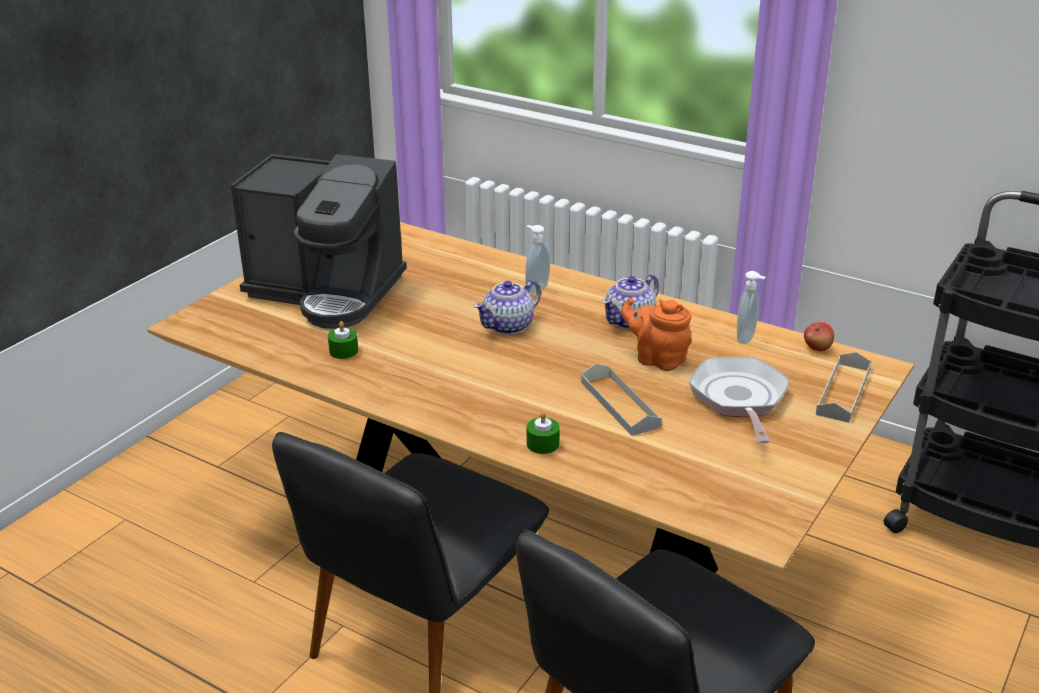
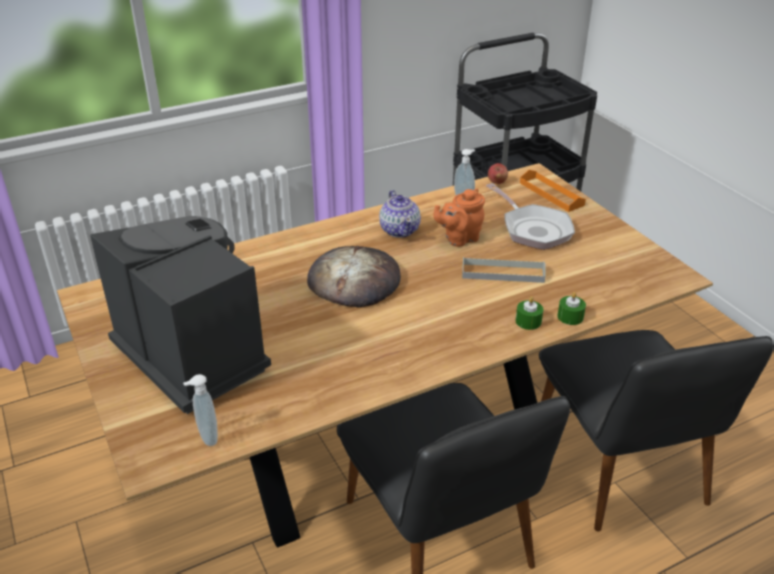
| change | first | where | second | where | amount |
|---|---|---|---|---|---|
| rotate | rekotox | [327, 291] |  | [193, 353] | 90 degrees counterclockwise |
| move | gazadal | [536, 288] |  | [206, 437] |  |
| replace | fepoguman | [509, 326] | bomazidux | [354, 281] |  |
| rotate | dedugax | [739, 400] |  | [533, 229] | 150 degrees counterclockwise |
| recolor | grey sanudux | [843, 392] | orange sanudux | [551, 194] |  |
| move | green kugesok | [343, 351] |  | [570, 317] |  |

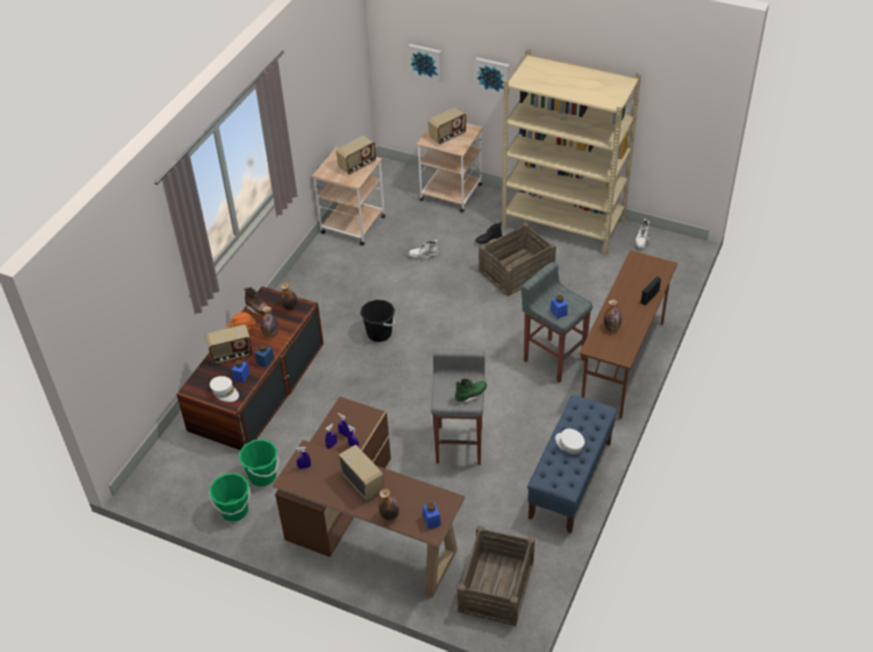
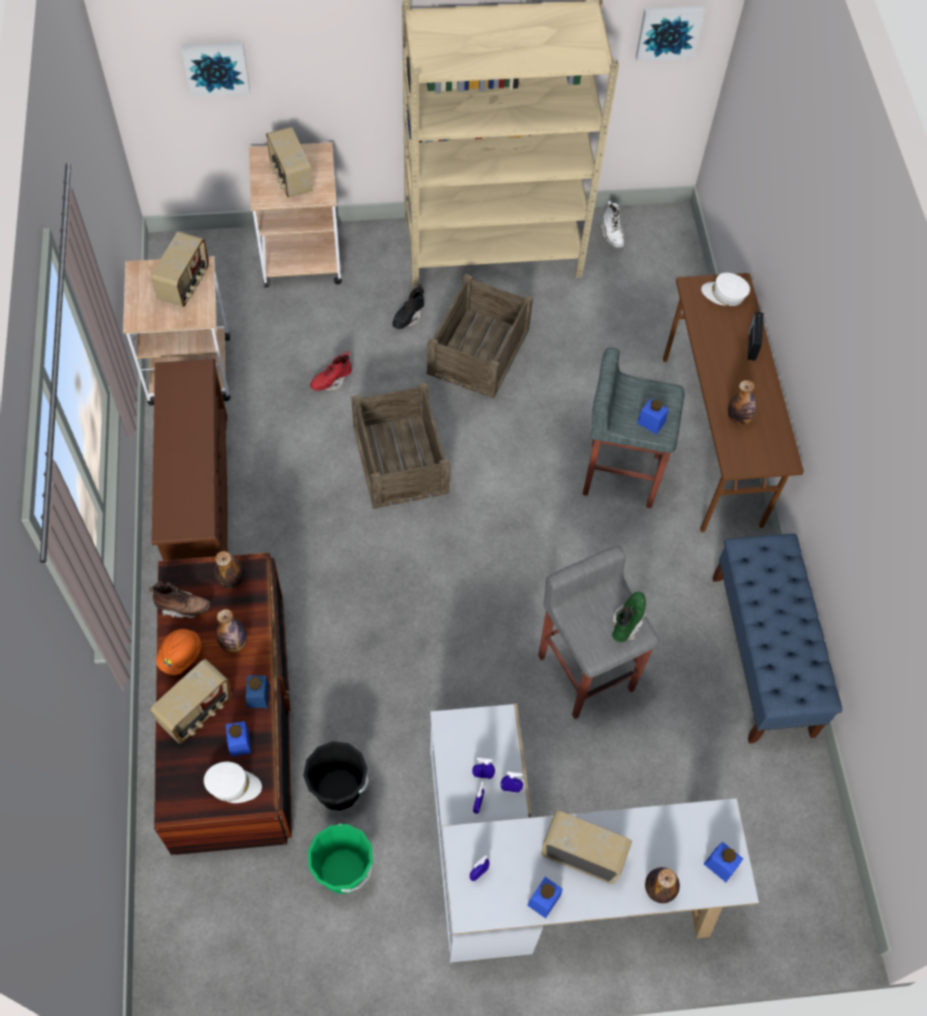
| change | first | where | second | where | amount |
|---|---|---|---|---|---|
| insert |  |  | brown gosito | [198, 496] |  |
| rotate | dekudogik | [448, 136] |  | [290, 178] | 135 degrees clockwise |
| move | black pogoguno | [379, 333] |  | [338, 789] |  |
| recolor | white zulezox | [423, 256] | red zulezox | [331, 381] |  |
| move | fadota | [497, 585] |  | [401, 458] |  |
| recolor | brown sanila | [367, 526] | white sanila | [548, 872] |  |
| insert |  |  | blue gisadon | [544, 900] |  |
| move | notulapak | [493, 75] |  | [668, 31] |  |
| move | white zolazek | [569, 444] |  | [724, 294] |  |
| delete | green pogoguno | [234, 510] |  |  |  |

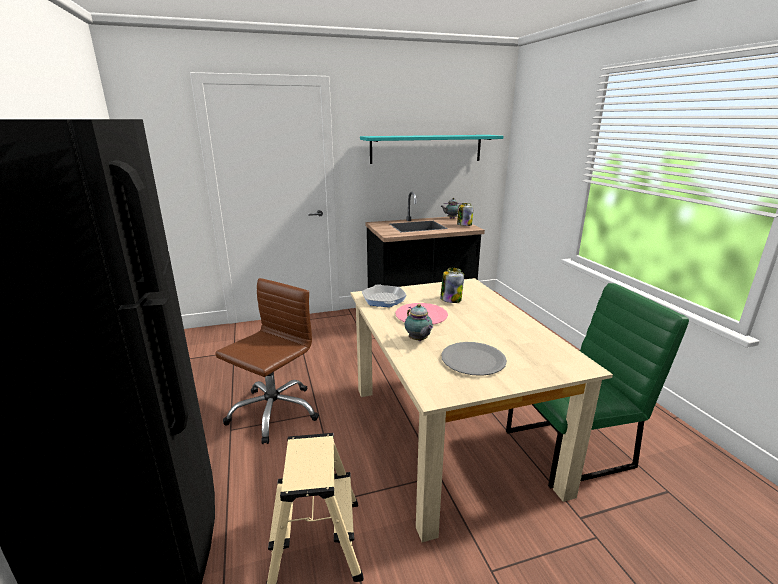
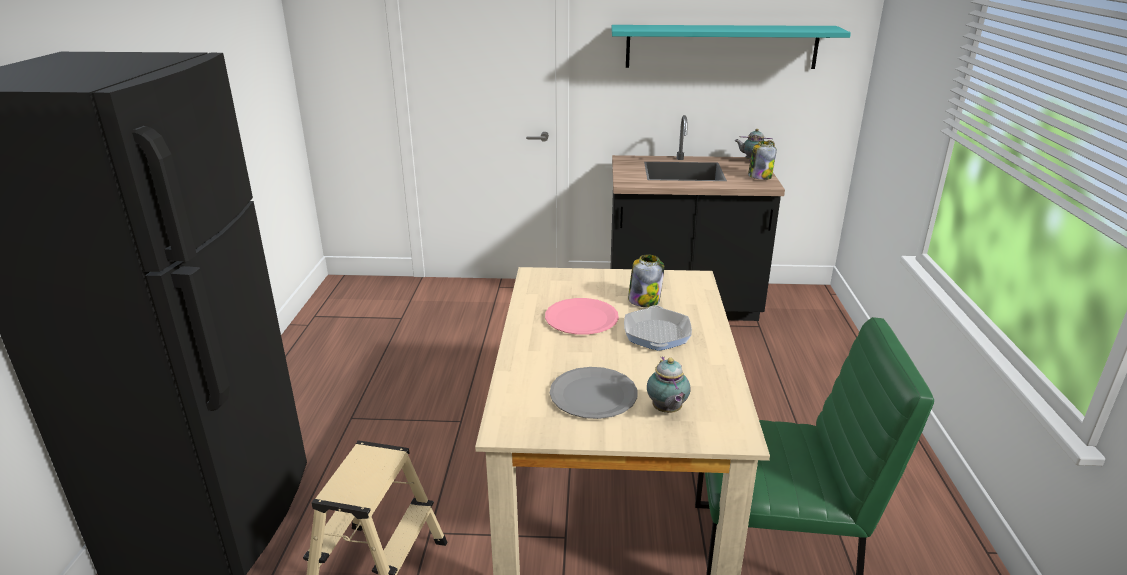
| change | first | where | second | where | amount |
|---|---|---|---|---|---|
| move | dedugax | [383, 299] |  | [656, 334] |  |
| move | fepoguman | [418, 340] |  | [666, 411] |  |
| delete | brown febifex | [273, 412] |  |  |  |

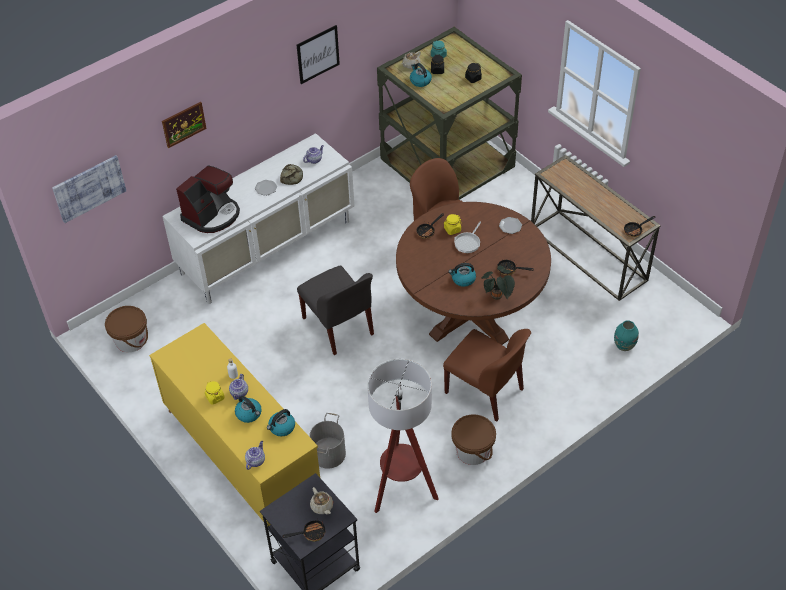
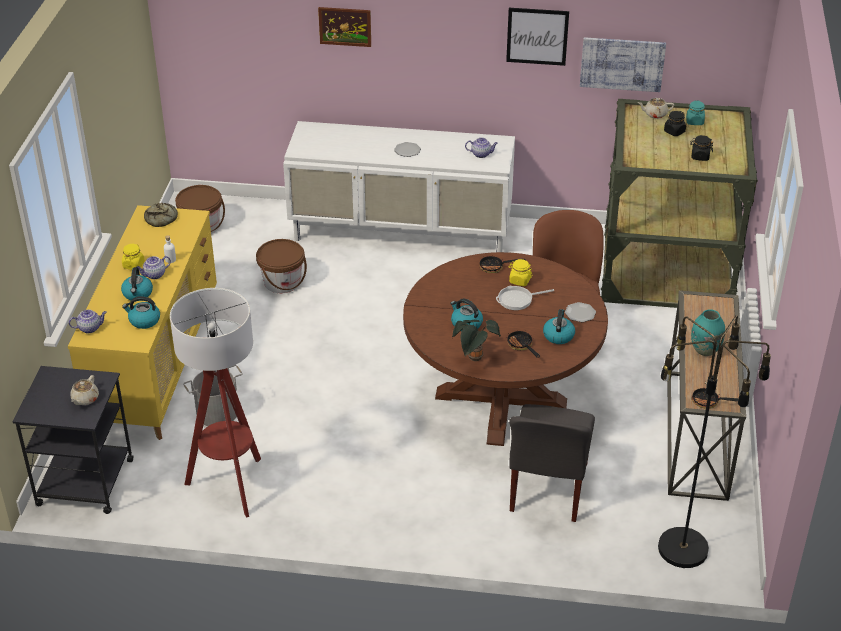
| change | first | where | second | where | amount |
|---|---|---|---|---|---|
| move | bomazidux | [292, 176] |  | [162, 219] |  |
| move | brown pogoguno | [473, 451] |  | [282, 282] |  |
| move | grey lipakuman | [339, 327] |  | [548, 489] |  |
| move | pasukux | [420, 81] |  | [558, 335] |  |
| move | notulapak | [89, 188] |  | [622, 63] |  |
| insert |  |  | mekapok | [683, 548] |  |
| move | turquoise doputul | [624, 346] |  | [704, 350] |  |
| delete | rekotox | [212, 215] |  |  |  |
| delete | dedugax | [310, 533] |  |  |  |
| delete | brown lipakuman | [485, 392] |  |  |  |

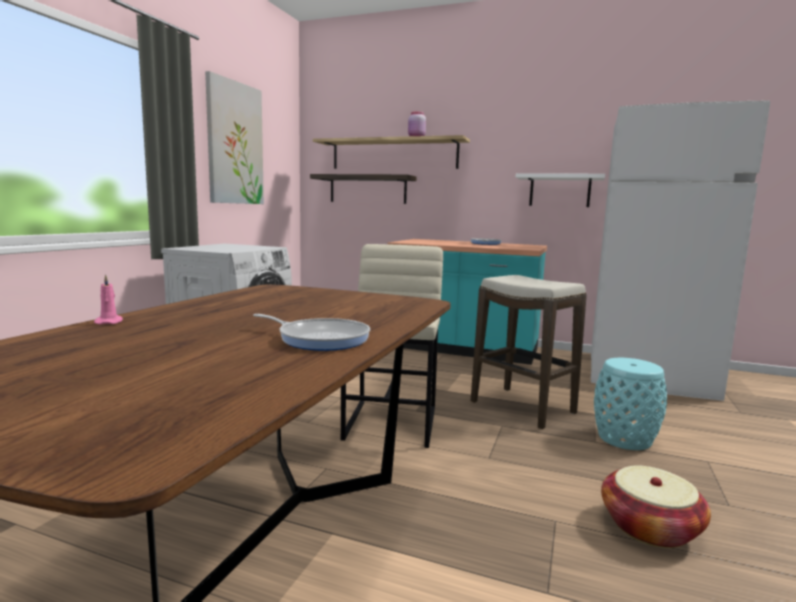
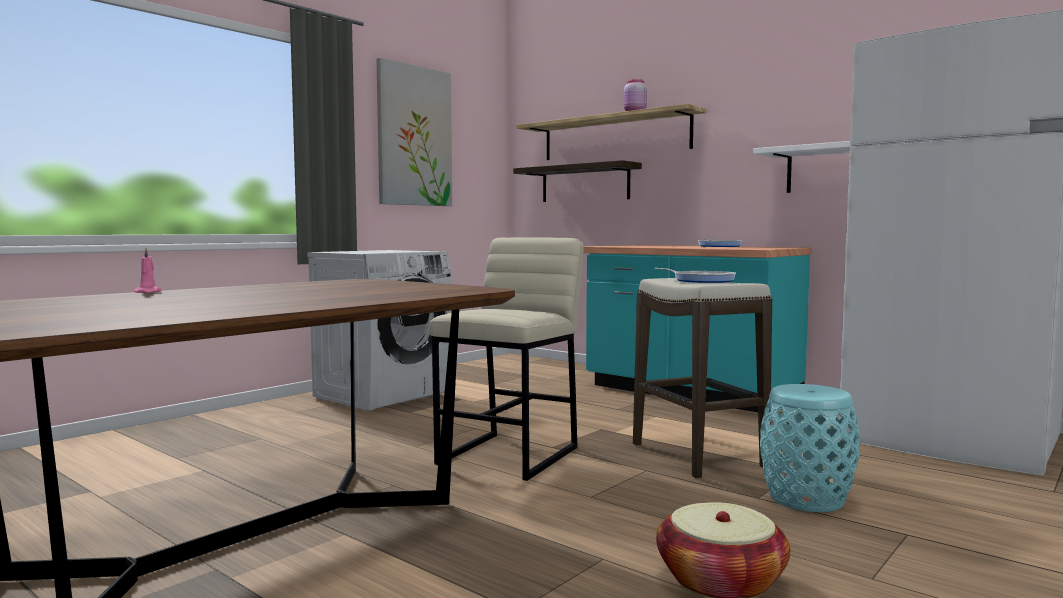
| change | first | where | second | where | amount |
|---|---|---|---|---|---|
| move | dedugax | [320, 339] |  | [701, 280] |  |

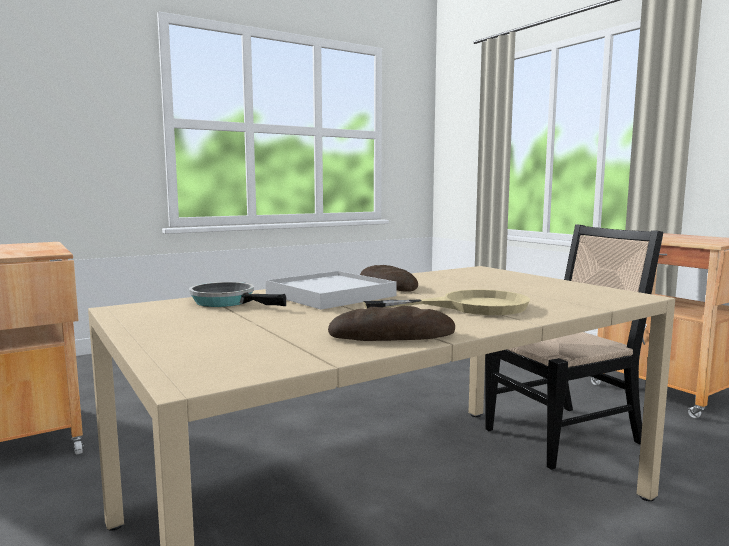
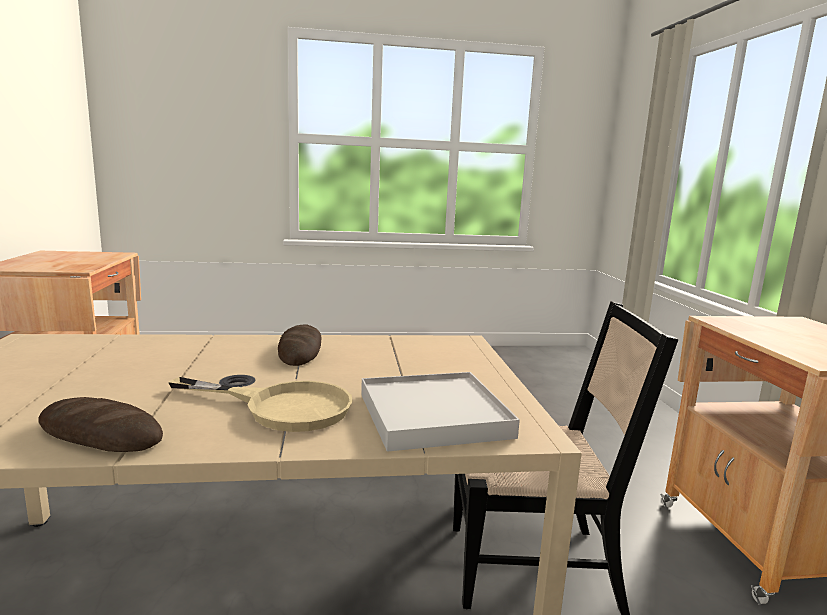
| change | first | where | second | where | amount |
|---|---|---|---|---|---|
| move | white sanudux | [331, 295] |  | [434, 415] |  |
| delete | dedugax | [227, 302] |  |  |  |

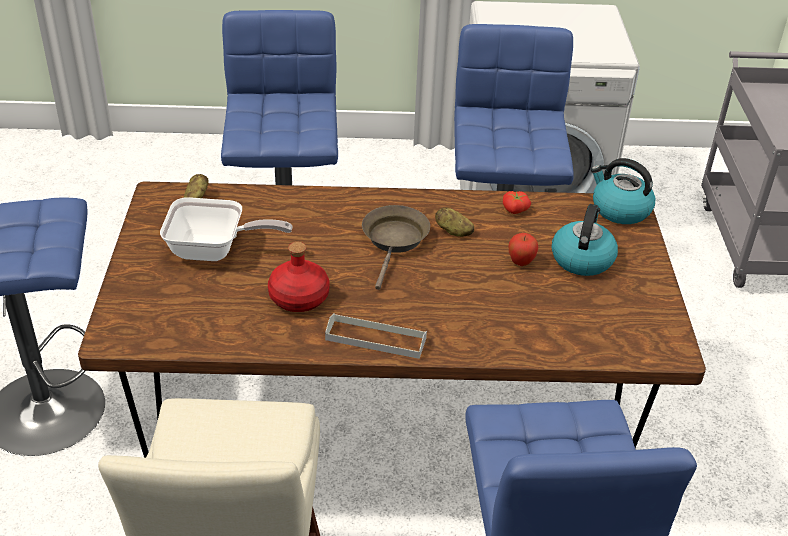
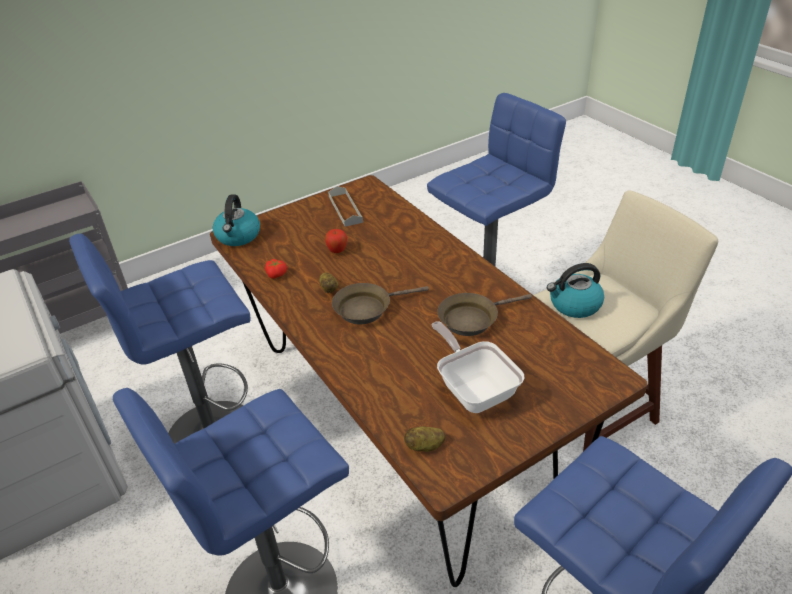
| change | first | where | second | where | amount |
|---|---|---|---|---|---|
| move | grey sanudux | [375, 339] |  | [345, 209] |  |
| replace | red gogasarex | [299, 297] | brown dedugax | [472, 319] |  |
| move | pasukux | [582, 258] |  | [574, 305] |  |

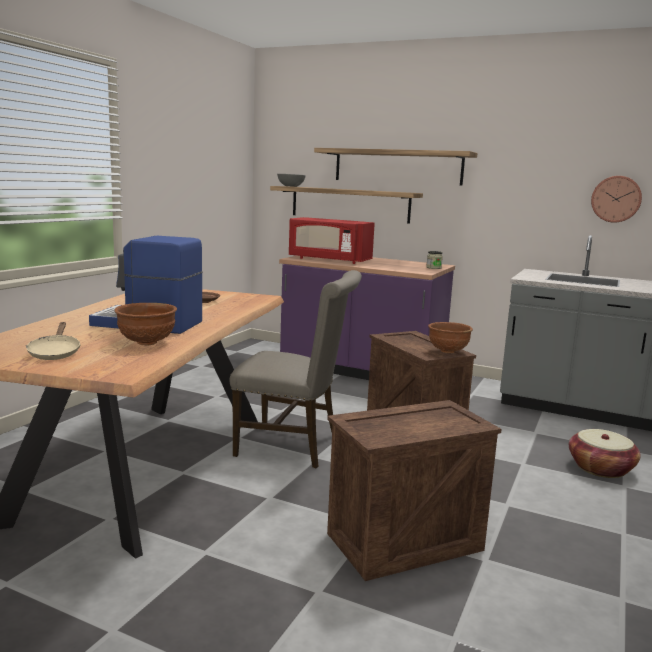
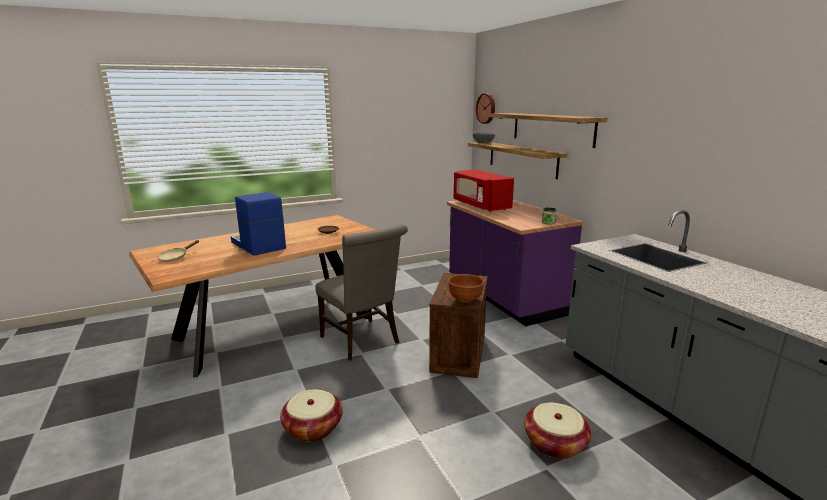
| change | first | where | second | where | amount |
|---|---|---|---|---|---|
| replace | fadota | [404, 541] | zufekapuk | [313, 428] |  |
| move | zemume | [616, 199] |  | [486, 108] |  |
| delete | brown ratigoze | [146, 343] |  |  |  |

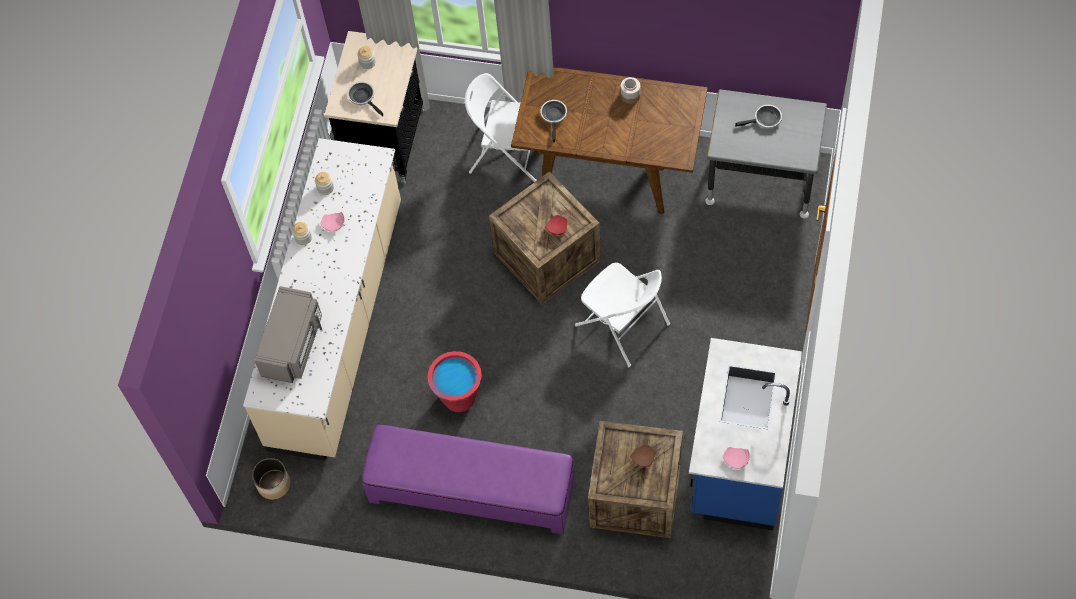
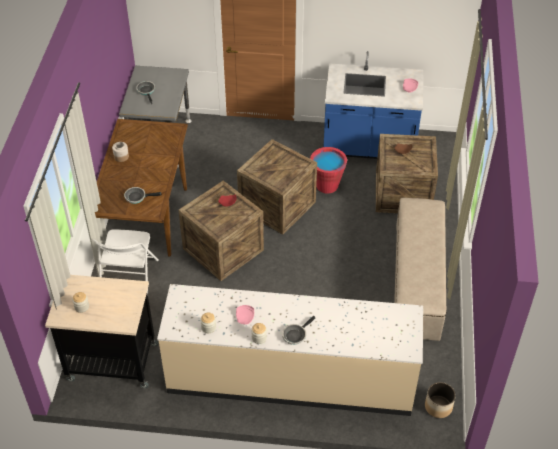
| change | first | where | second | where | amount |
|---|---|---|---|---|---|
| replace | white lipakuman | [622, 325] | fadota | [277, 205] |  |
| move | dedugax | [363, 97] |  | [295, 335] |  |
| move | red pogoguno | [459, 397] |  | [327, 185] |  |
| recolor | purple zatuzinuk | [470, 490] | beige zatuzinuk | [417, 280] |  |
| delete | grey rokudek | [293, 344] |  |  |  |

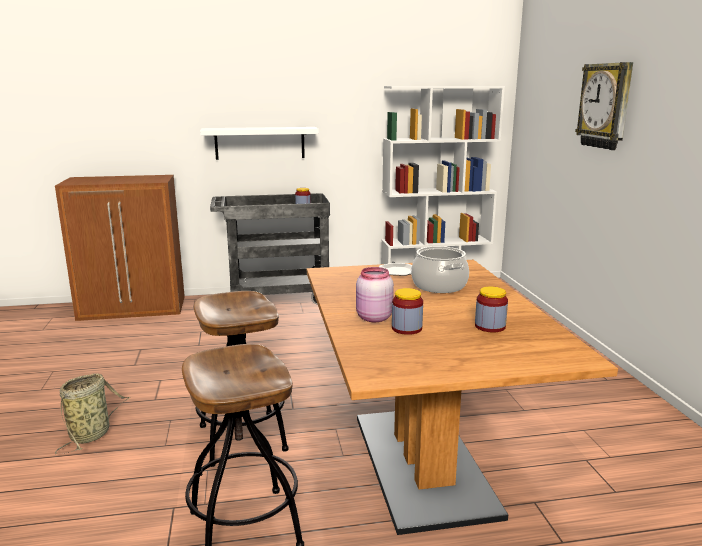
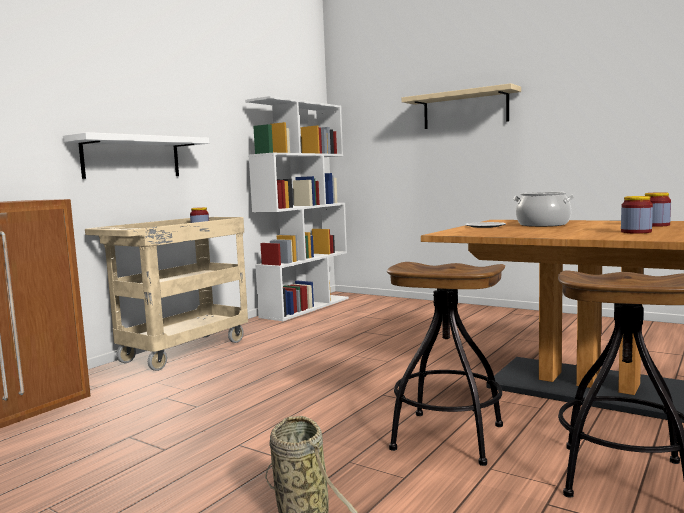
| change | first | where | second | where | amount |
|---|---|---|---|---|---|
| recolor | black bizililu | [274, 300] | beige bizililu | [180, 353] |  |
| replace | zemume | [605, 106] | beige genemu | [465, 109] |  |
| delete | pink gisadon | [373, 318] |  |  |  |

